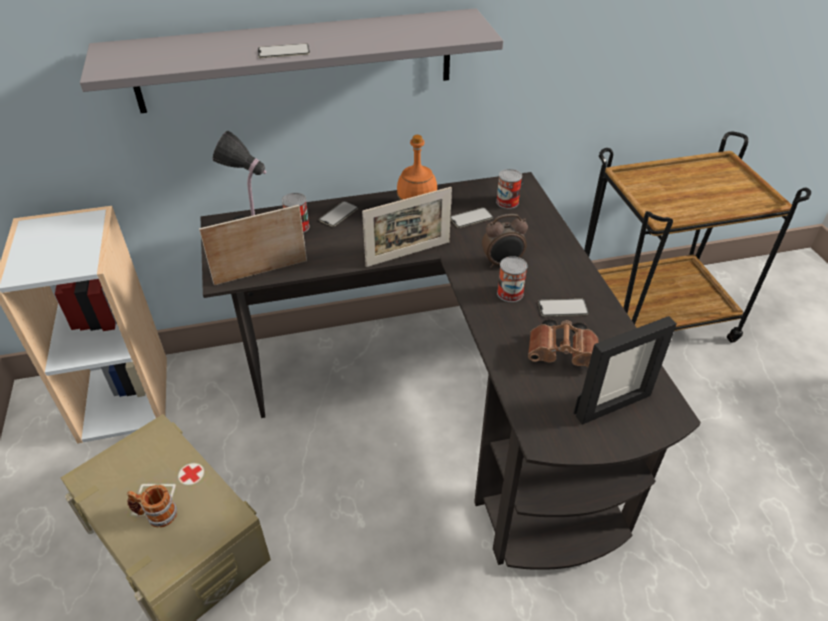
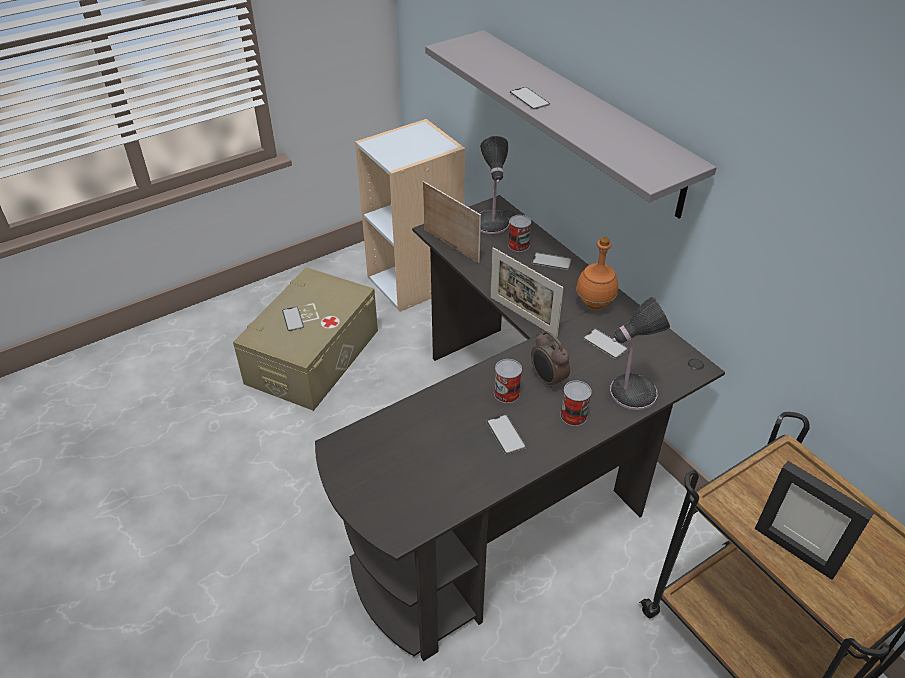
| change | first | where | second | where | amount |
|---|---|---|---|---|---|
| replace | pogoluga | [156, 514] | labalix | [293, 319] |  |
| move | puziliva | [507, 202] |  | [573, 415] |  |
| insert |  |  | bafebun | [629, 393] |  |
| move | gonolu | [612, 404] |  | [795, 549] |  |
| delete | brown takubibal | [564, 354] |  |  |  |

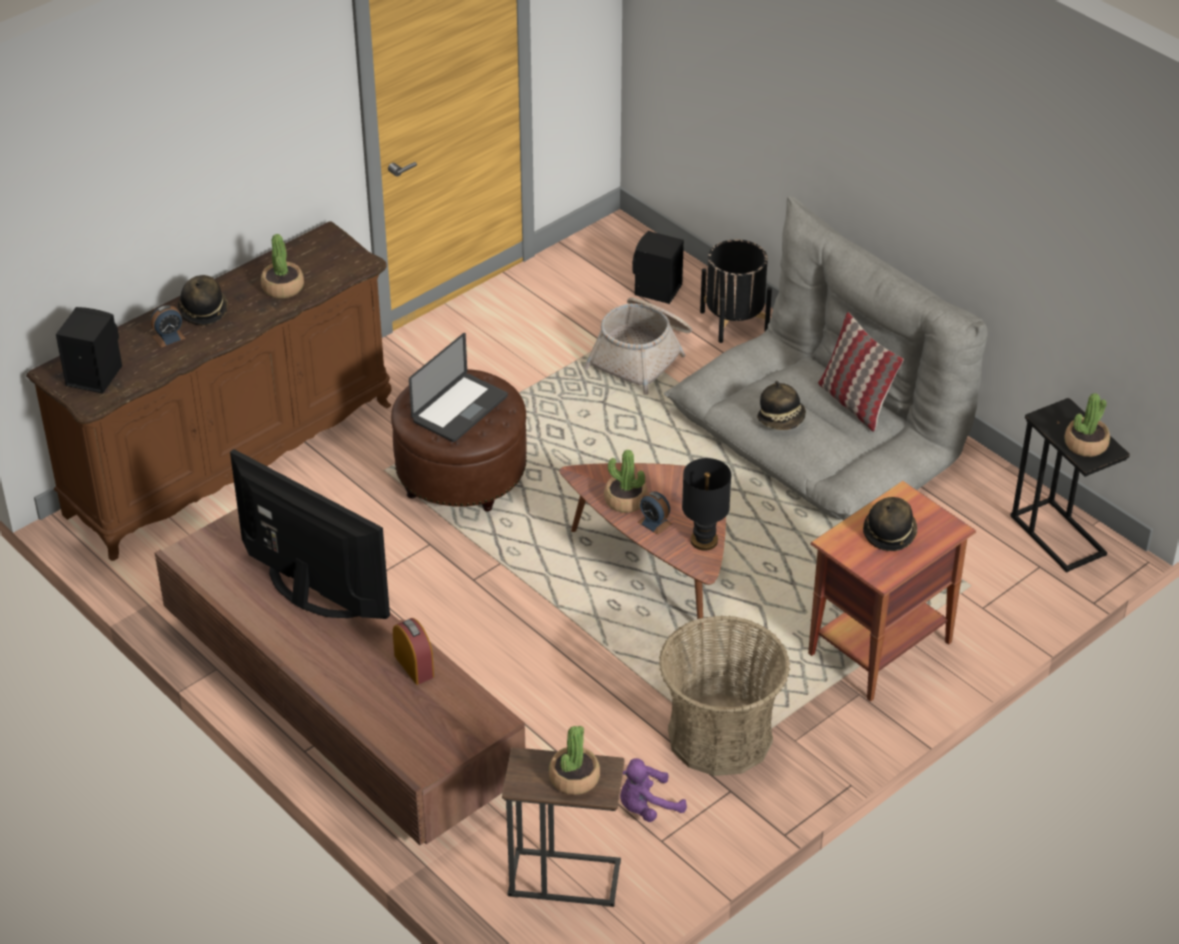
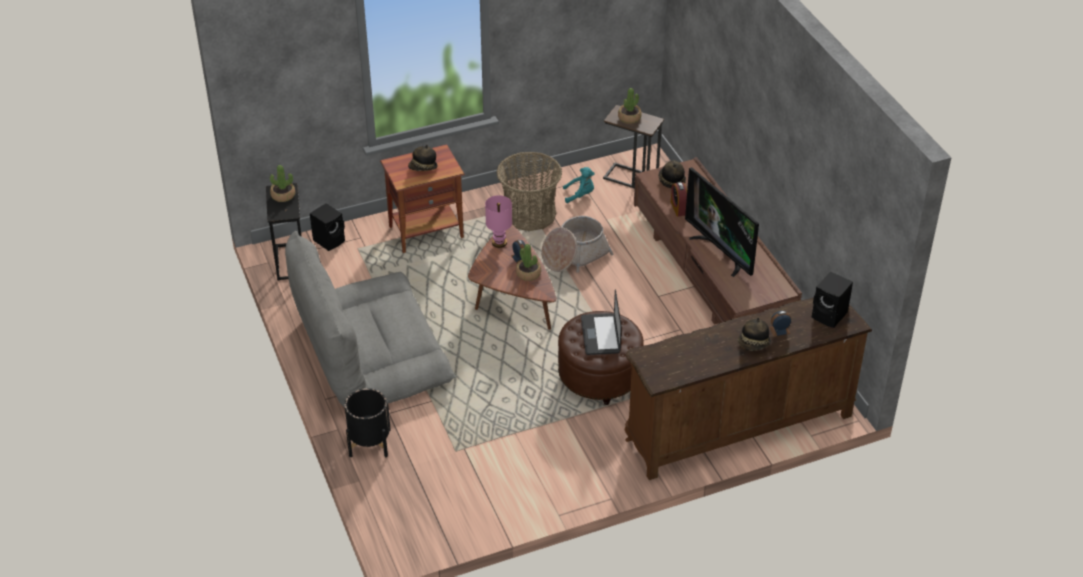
| change | first | where | second | where | amount |
|---|---|---|---|---|---|
| move | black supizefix | [657, 291] |  | [330, 240] |  |
| recolor | black bafebun | [704, 540] | pink bafebun | [499, 243] |  |
| move | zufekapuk | [642, 355] |  | [574, 255] |  |
| recolor | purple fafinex | [647, 807] | turquoise fafinex | [580, 195] |  |
| rotate | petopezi | [460, 409] |  | [600, 335] | 60 degrees counterclockwise |
| move | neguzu | [782, 419] |  | [671, 180] |  |
| delete | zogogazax | [283, 287] |  |  |  |
| delete | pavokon | [854, 403] |  |  |  |

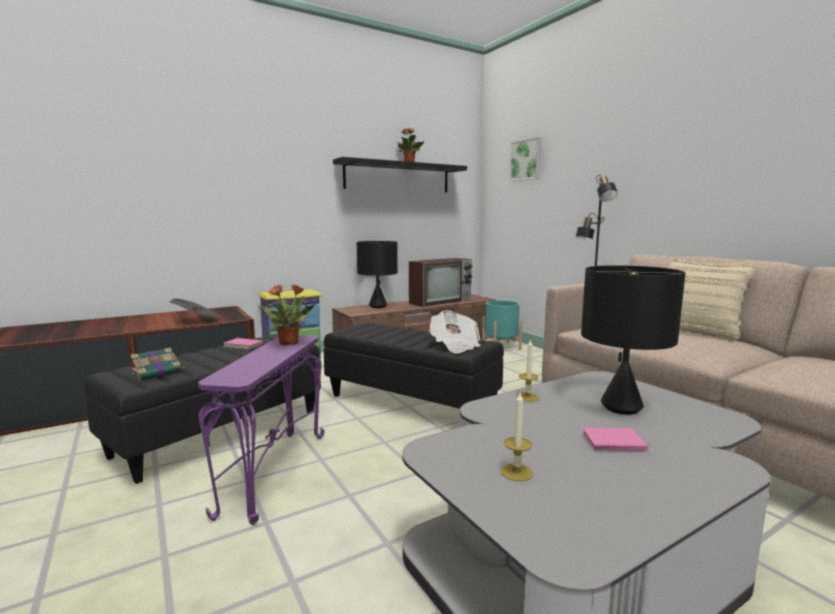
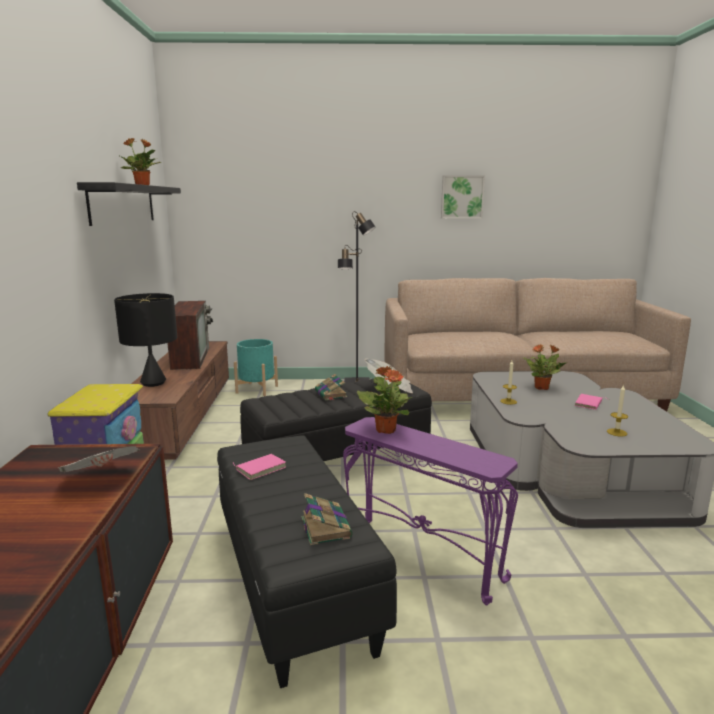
| change | first | where | second | where | amount |
|---|---|---|---|---|---|
| insert |  |  | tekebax | [331, 394] |  |
| move | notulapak | [526, 160] |  | [462, 197] |  |
| replace | black bafebun | [621, 408] | zogogazax | [542, 388] |  |
| delete | beige pavokon | [698, 332] |  |  |  |

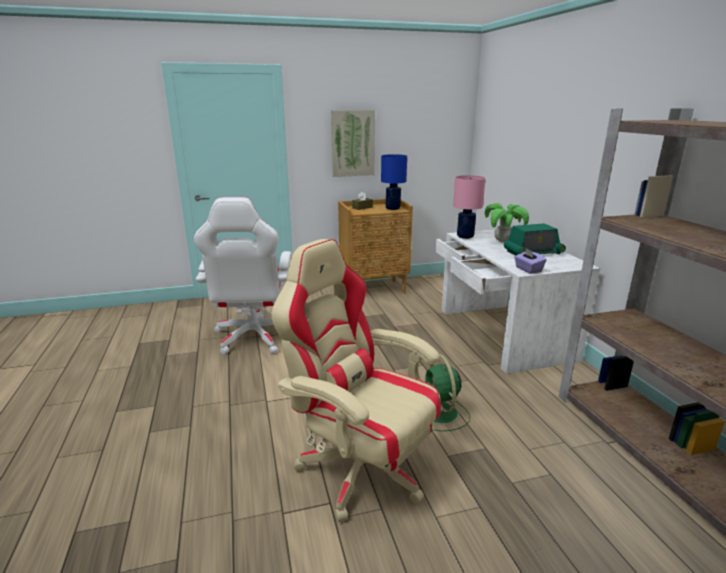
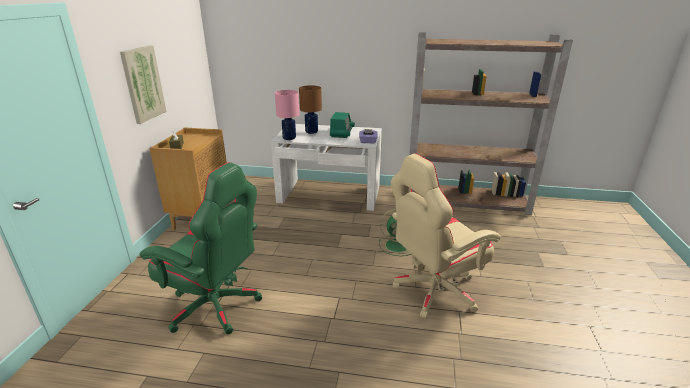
| change | first | where | second | where | amount |
|---|---|---|---|---|---|
| recolor | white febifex | [254, 336] | green febifex | [214, 306] |  |
| replace | zogogazax | [502, 241] | brown bafebun | [311, 132] |  |
| delete | blue bafebun | [393, 209] |  |  |  |

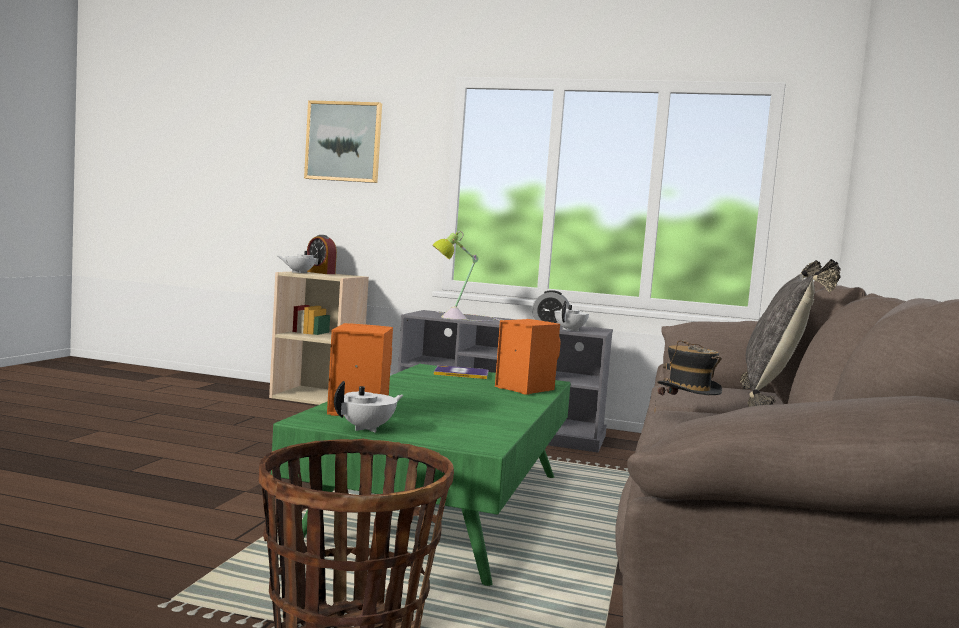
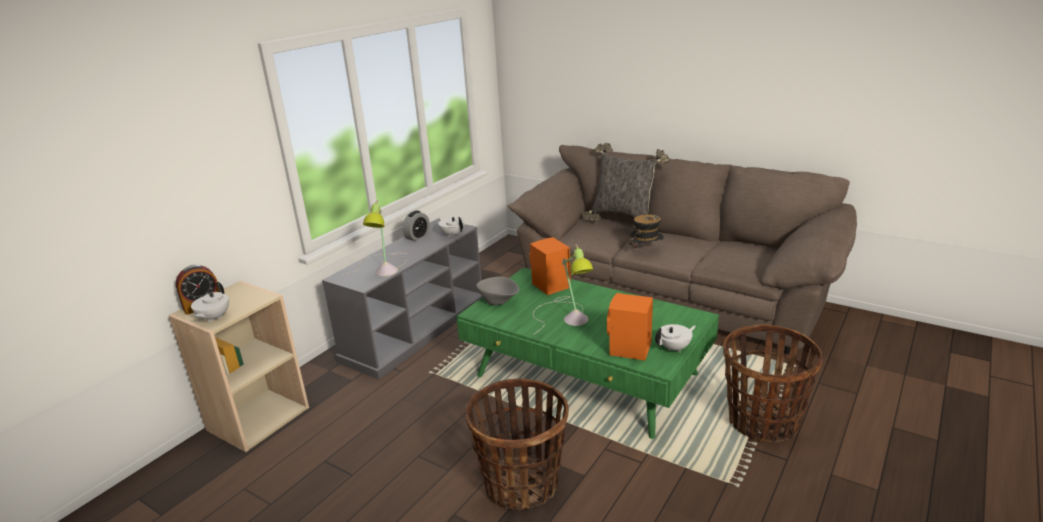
| change | first | where | second | where | amount |
|---|---|---|---|---|---|
| insert |  |  | zufekapuk | [521, 484] |  |
| replace | tekebax | [461, 373] | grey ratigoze | [499, 302] |  |
| insert |  |  | bafebun | [567, 316] |  |
| rotate | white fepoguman | [367, 428] |  | [674, 348] | 90 degrees clockwise |
| delete | notulapak | [343, 141] |  |  |  |

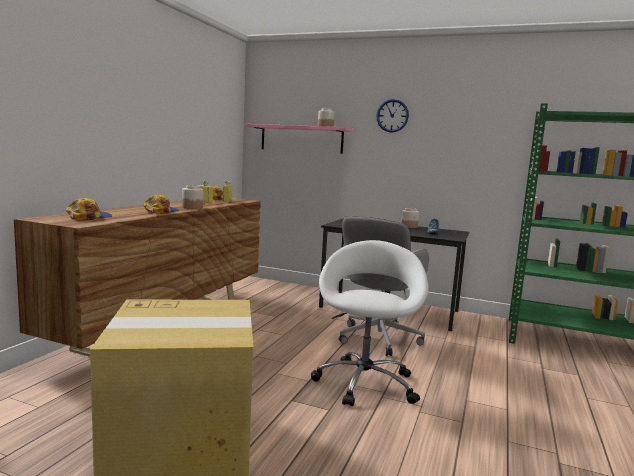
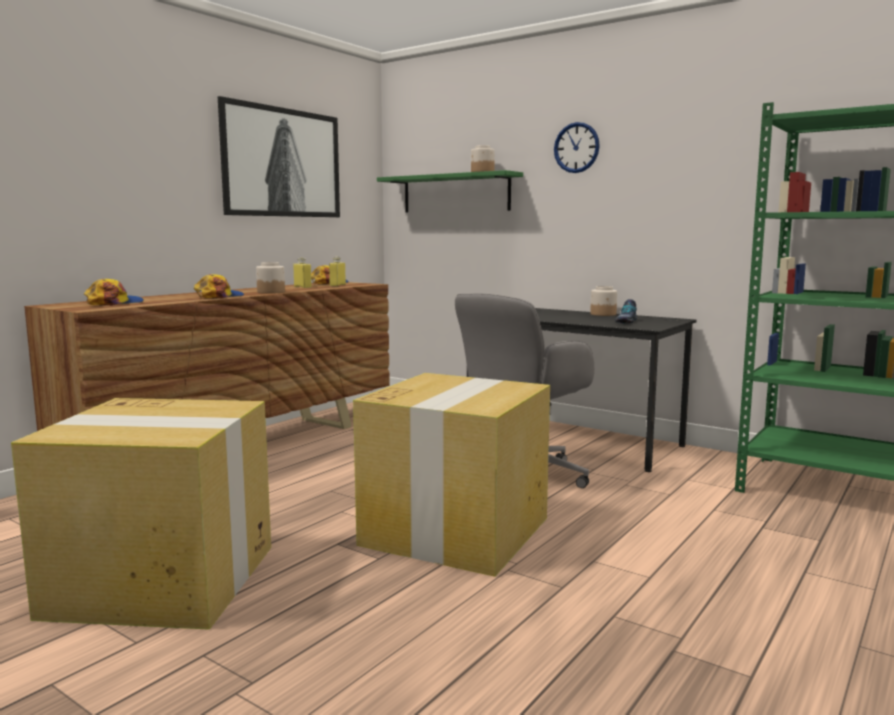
| change | first | where | second | where | amount |
|---|---|---|---|---|---|
| insert |  |  | notulapak | [282, 163] |  |
| replace | white febifex | [365, 383] | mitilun | [456, 530] |  |
| recolor | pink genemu | [301, 139] | green genemu | [455, 193] |  |

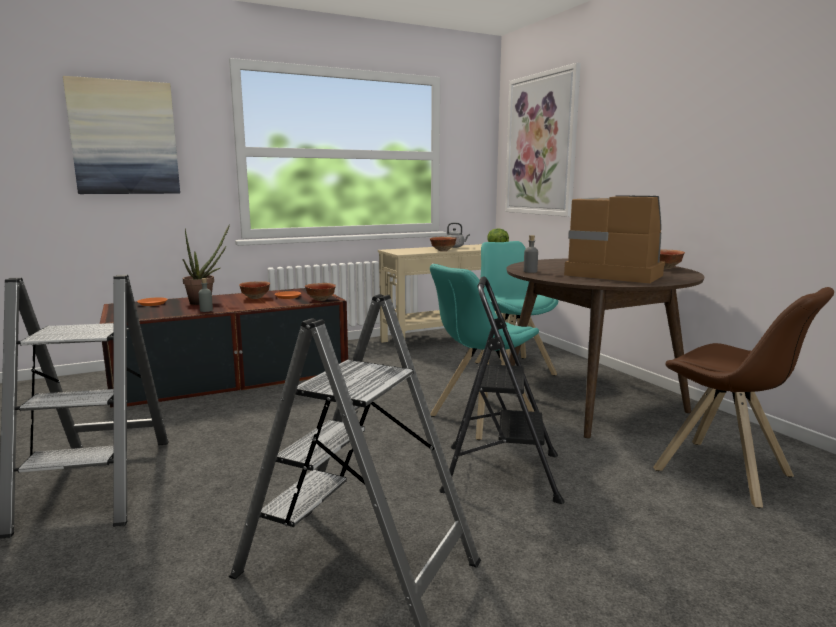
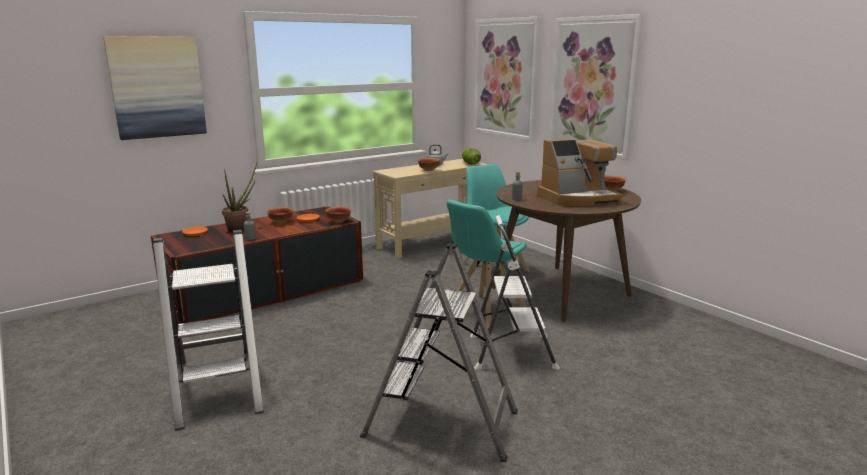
| change | first | where | second | where | amount |
|---|---|---|---|---|---|
| recolor | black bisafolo | [497, 471] | white bisafolo | [509, 351] |  |
| rotate | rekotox | [614, 274] |  | [578, 199] | 135 degrees clockwise |
| insert |  |  | notulapak | [593, 86] |  |
| delete | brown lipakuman | [724, 473] |  |  |  |

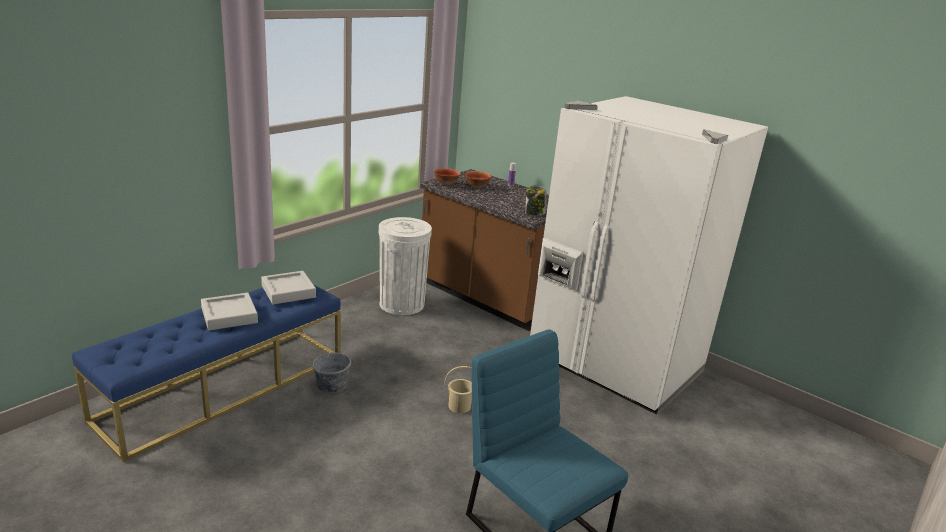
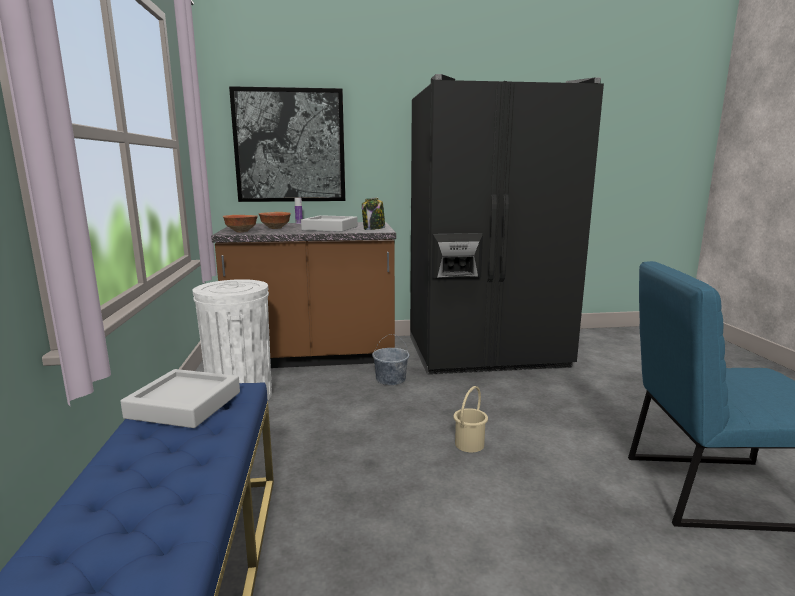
| change | first | where | second | where | amount |
|---|---|---|---|---|---|
| insert |  |  | notulapak | [290, 146] |  |
| move | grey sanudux | [229, 315] |  | [330, 228] |  |
| move | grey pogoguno | [331, 385] |  | [390, 379] |  |
| recolor | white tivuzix | [615, 364] | black tivuzix | [486, 353] |  |

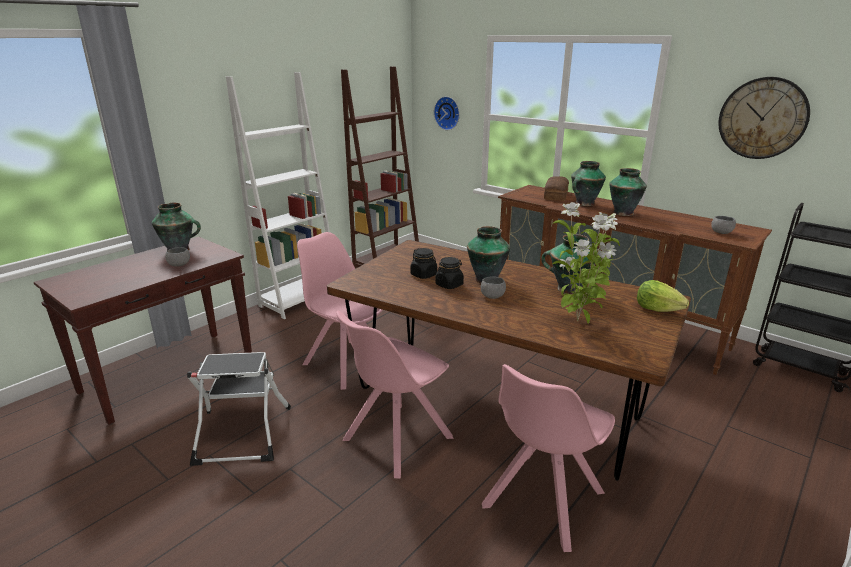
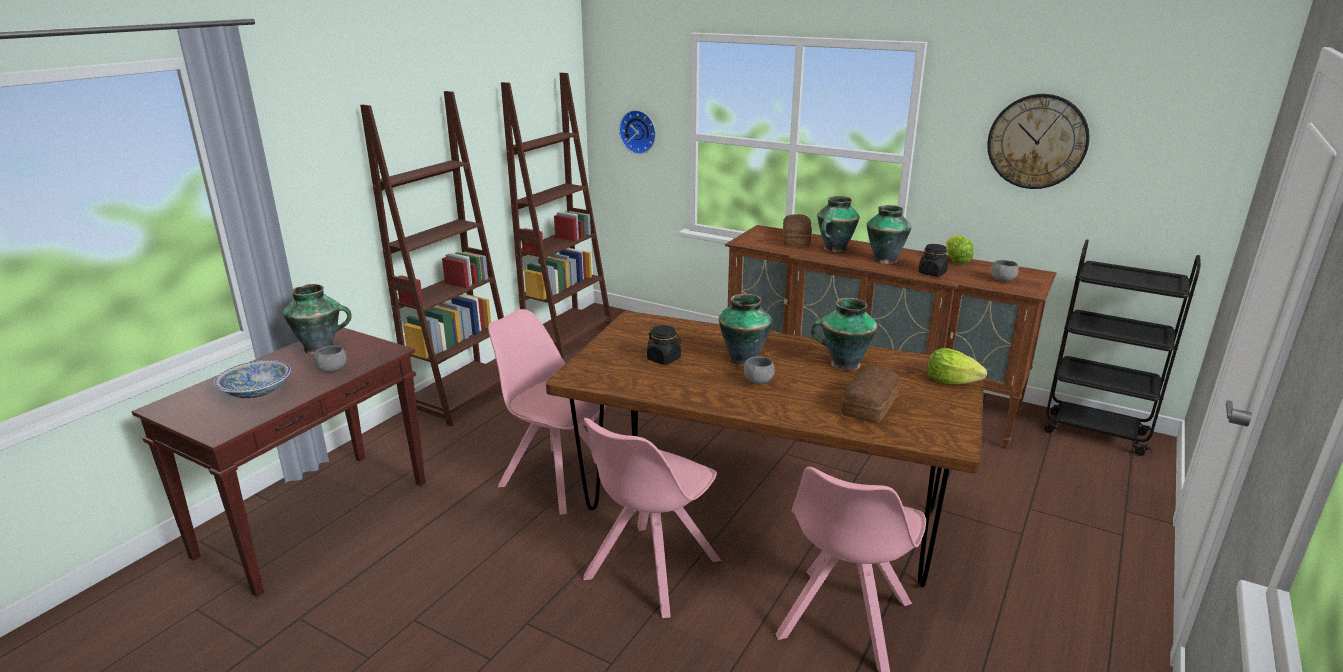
| change | first | where | second | where | amount |
|---|---|---|---|---|---|
| insert |  |  | ratigoze | [256, 392] |  |
| recolor | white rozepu | [300, 300] | brown rozepu | [464, 397] |  |
| replace | zogogazax | [578, 322] | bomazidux | [868, 405] |  |
| move | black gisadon | [449, 285] |  | [932, 273] |  |
| insert |  |  | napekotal | [956, 261] |  |
| delete | bisafolo | [242, 432] |  |  |  |

